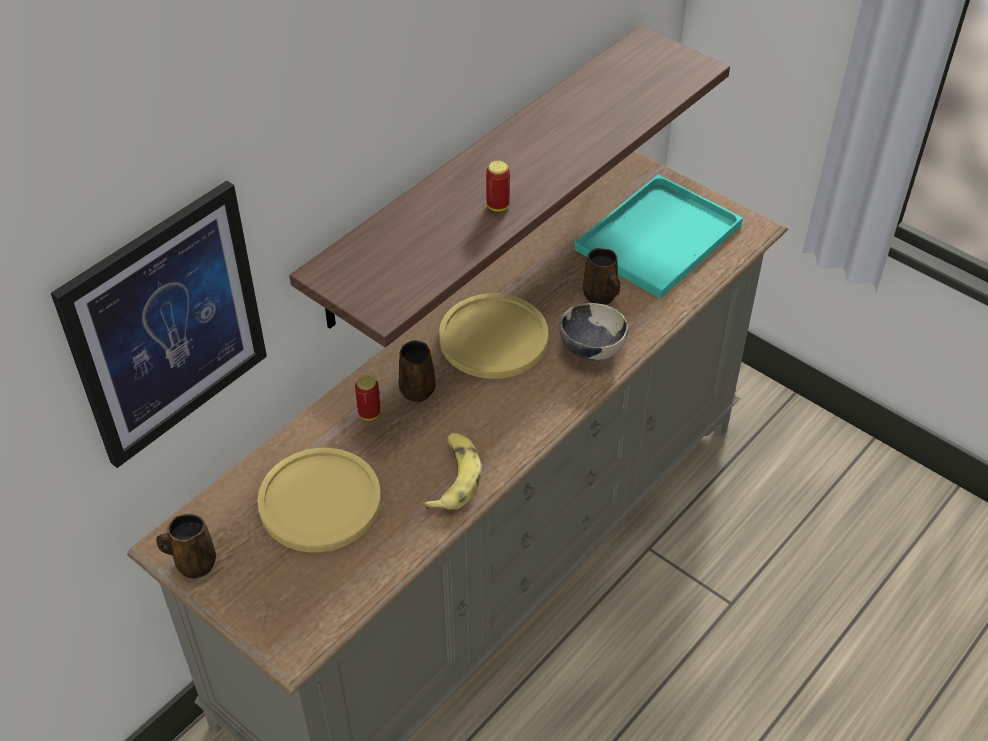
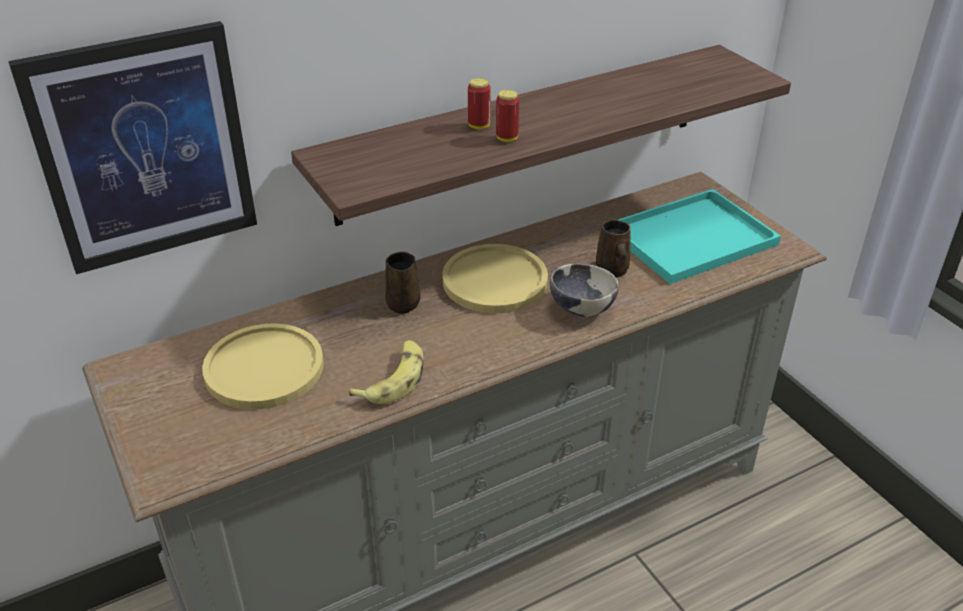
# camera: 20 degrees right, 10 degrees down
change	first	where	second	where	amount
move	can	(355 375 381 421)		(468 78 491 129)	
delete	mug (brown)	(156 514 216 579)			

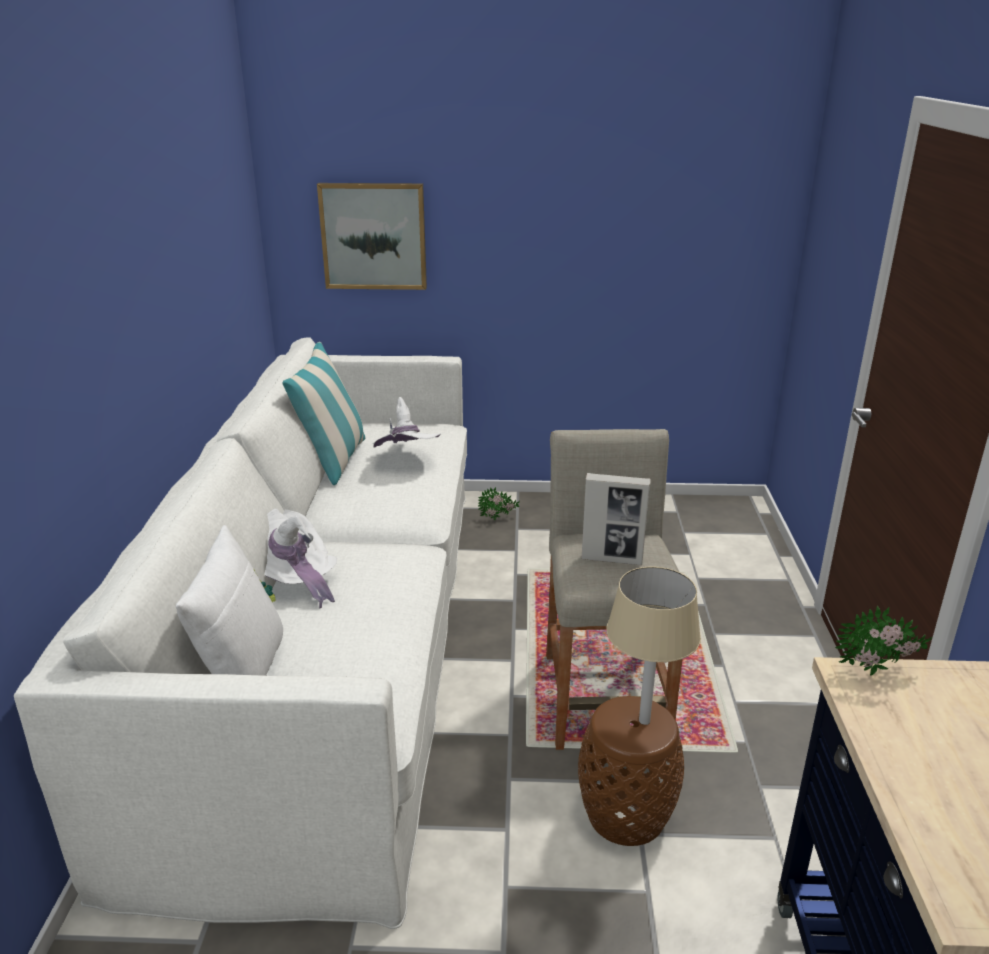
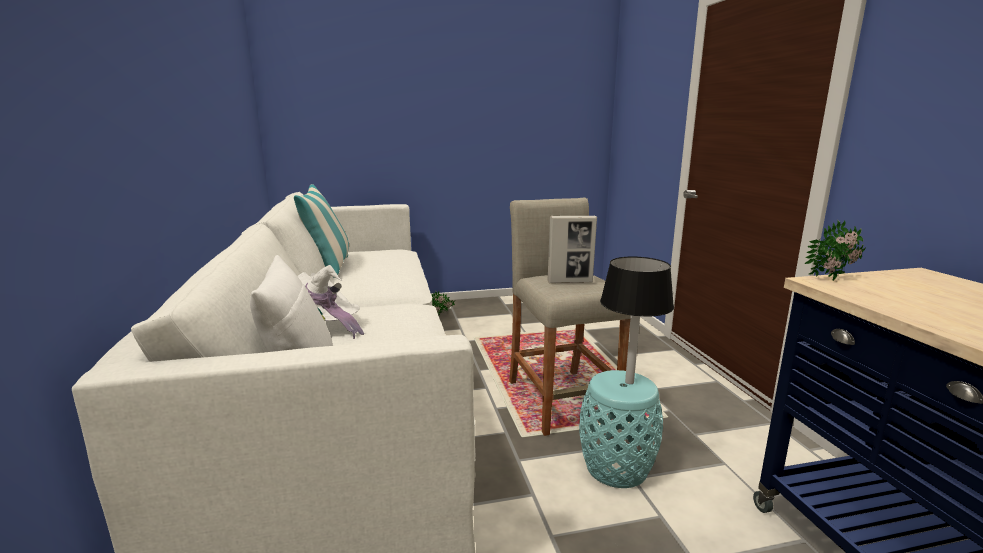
# camera: 15 degrees left, 10 degrees down
change	first	where	second	where	amount
delete	picture	(317 183 427 290)			
delete	hat (white)	(373 397 441 448)			
recolor	table lamp (beige)	(606 567 701 725)	table lamp (black)	(600 257 674 384)	
recolor	stool (brown)	(578 696 684 846)	stool (turquoise)	(579 370 663 488)	

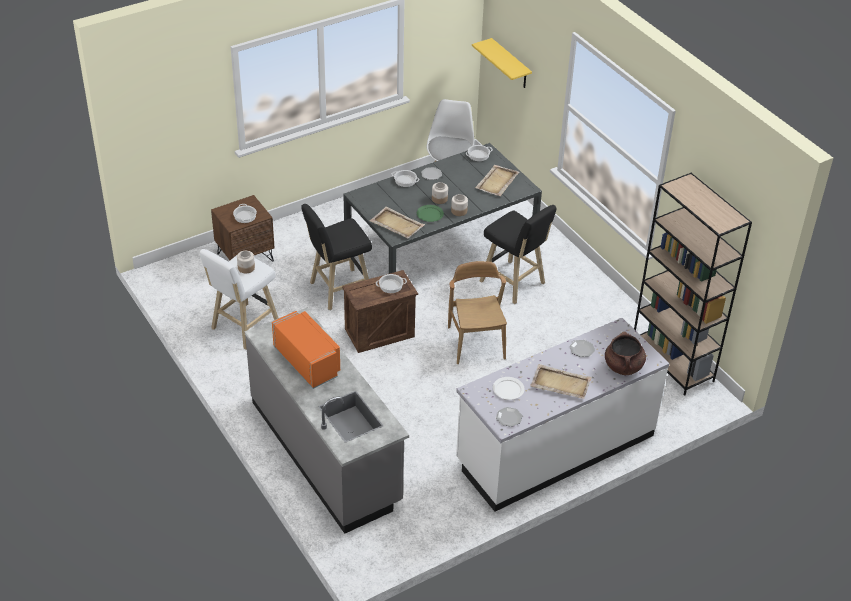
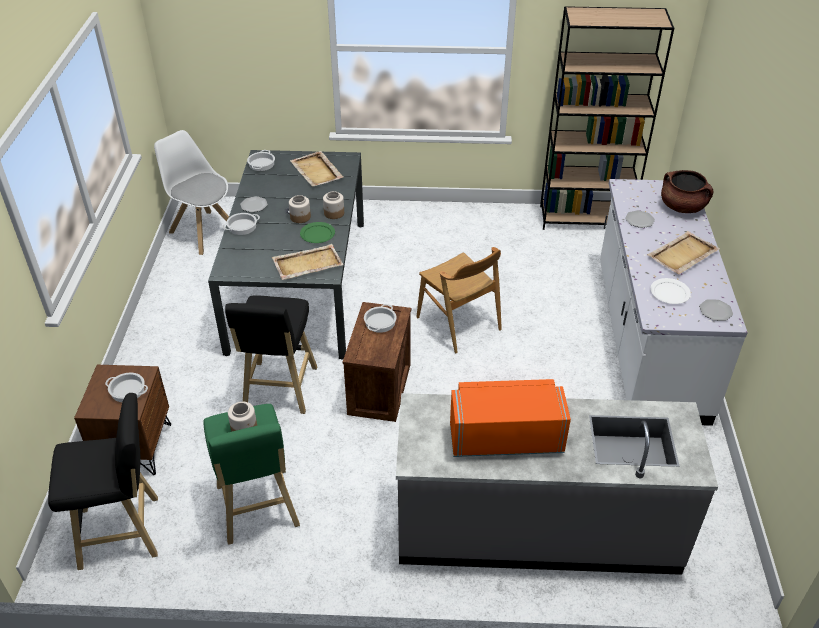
# camera: 55 degrees left, 0 degrees up
change	first	where	second	where	amount
delete	shelf (yellow)	(472 38 532 88)			
move	stool (black)	(480 205 557 304)		(48 393 158 570)	
recolor	stool (white)	(200 249 279 350)	stool (green)	(203 404 300 545)	
rotate	chair (brown)	(448 261 507 364)		(417 247 502 353)	150 degrees counterclockwise

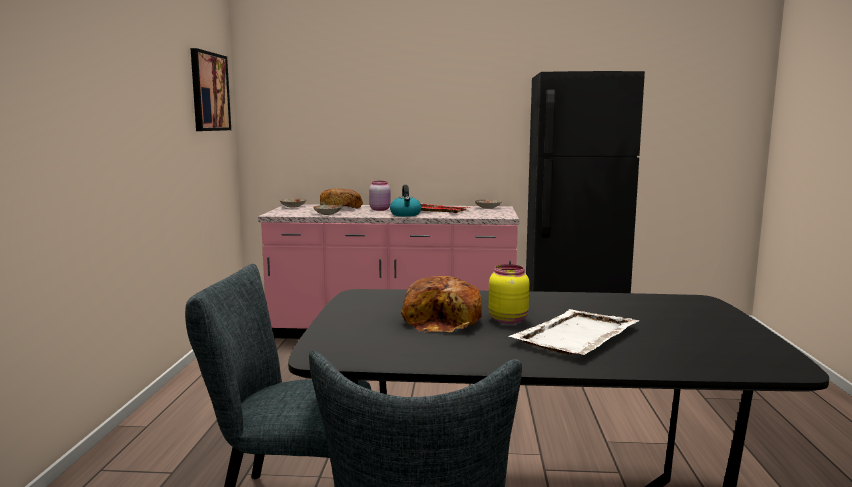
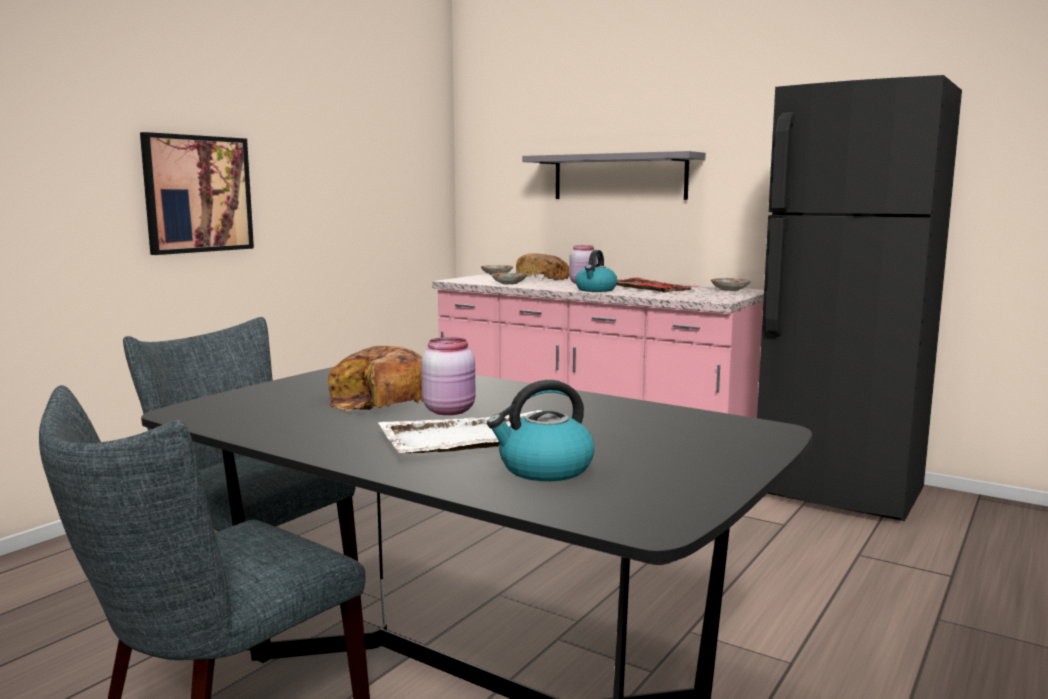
# camera: 30 degrees right, 0 degrees up
change	first	where	second	where	amount
move	picture	(191 48 231 131)		(140 132 254 255)	
recolor	jar (yellow)	(488 264 529 324)	jar (pink)	(421 337 475 415)	
insert			shelf (grey)	(522 151 706 200)	
insert			kettle	(487 380 595 481)	

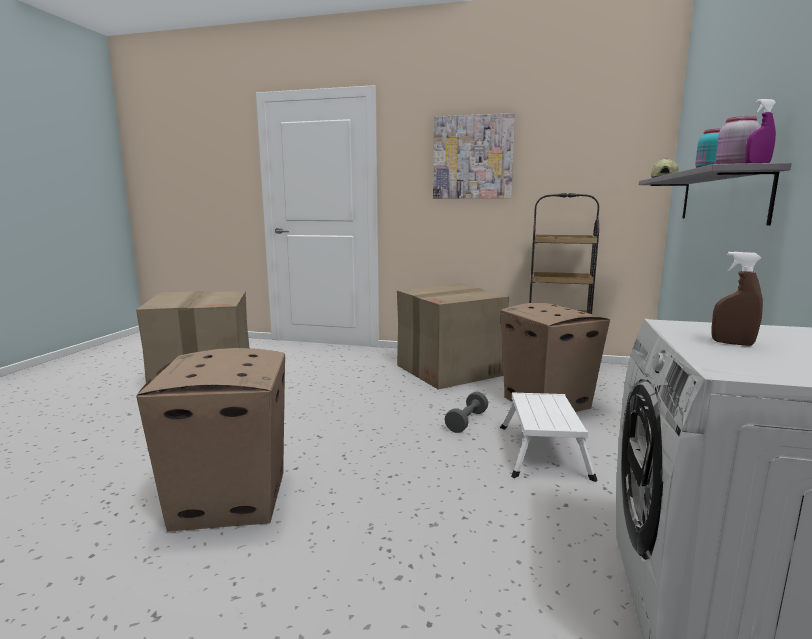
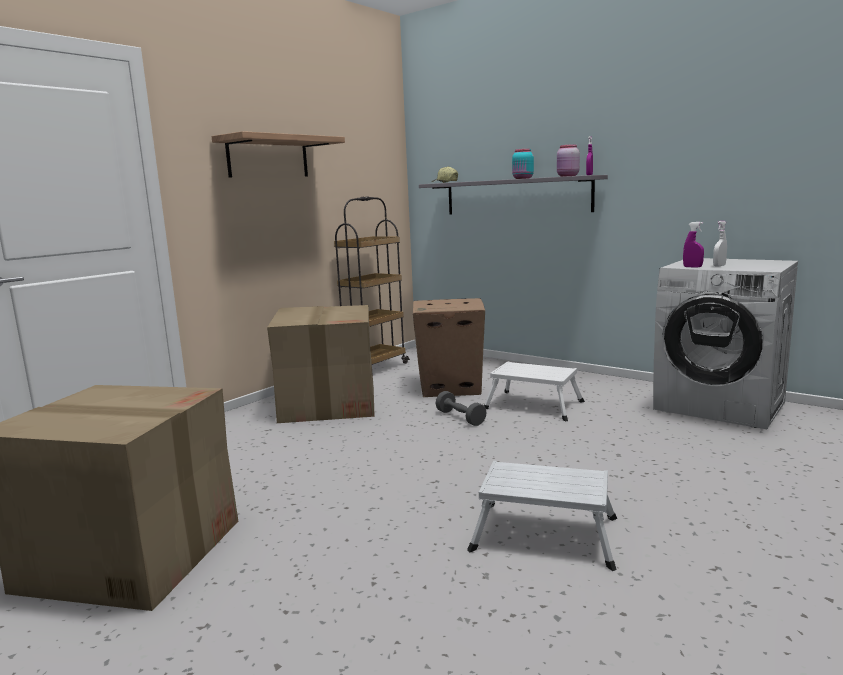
# camera: 65 degrees left, 0 degrees up
change	first	where	second	where	amount
replace	picture	(433 113 515 198)	shelf	(211 131 345 178)	
recolor	spray bottle (brown)	(711 251 763 346)	spray bottle (white)	(713 221 727 266)	
replace	cardboard box	(136 348 285 532)	step ladder (white)	(467 461 617 571)	
insert			spray bottle (purple)	(683 222 704 268)	

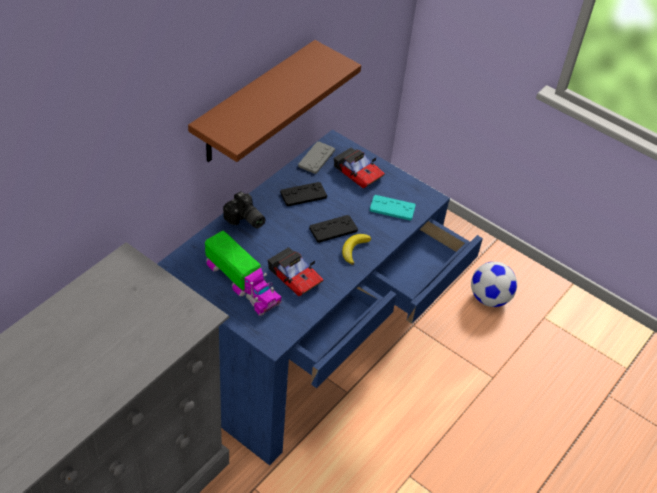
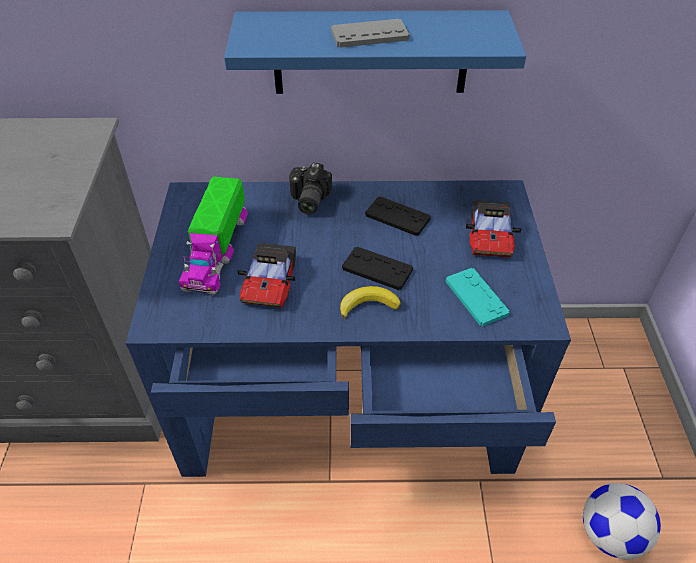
# camera: 55 degrees right, 0 degrees up
change	first	where	second	where	amount
recolor	shelf (brown)	(188 40 361 162)	shelf (blue)	(224 10 526 94)	
move	game controller (grey)	(298 141 335 174)		(331 19 410 48)	

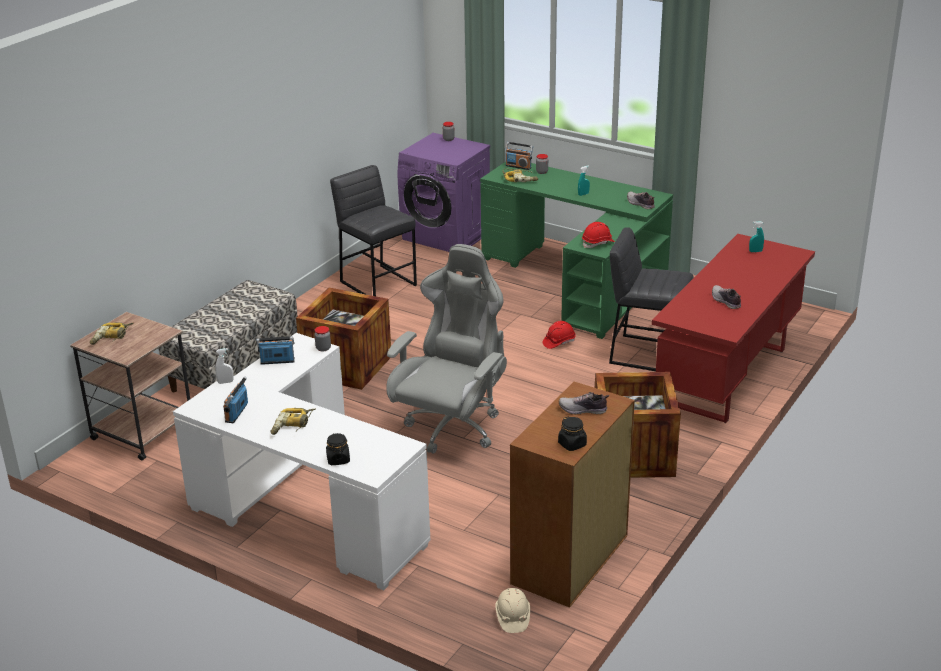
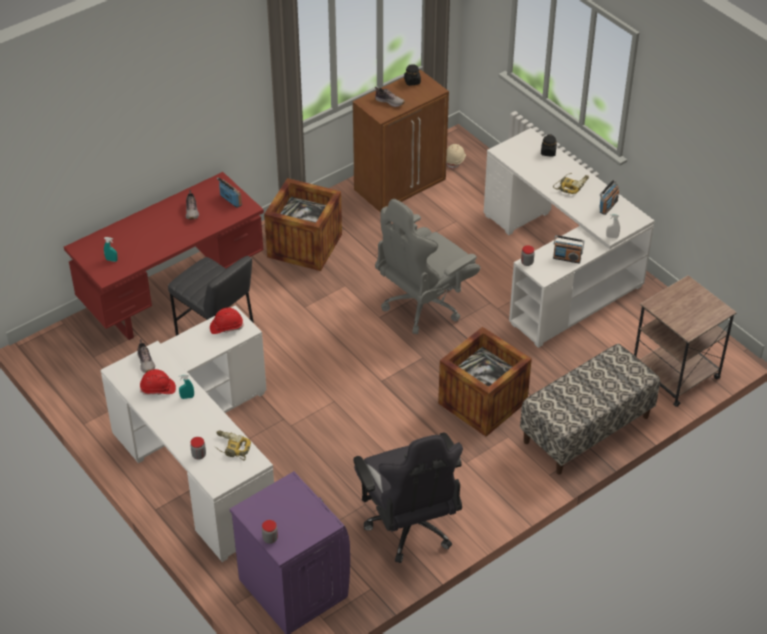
# camera: 160 degrees left, 15 degrees up
change	first	where	second	where	amount
move	radio	(505 142 533 170)		(217 177 242 208)	
recolor	desk (green)	(480 162 673 339)	desk (white)	(100 305 274 562)	
replace	stool (grey)	(330 165 417 296)	office chair (black)	(353 432 463 563)	
move	hard hat (red)	(543 321 576 349)		(140 369 176 395)	
delete	power drill	(90 323 134 345)			

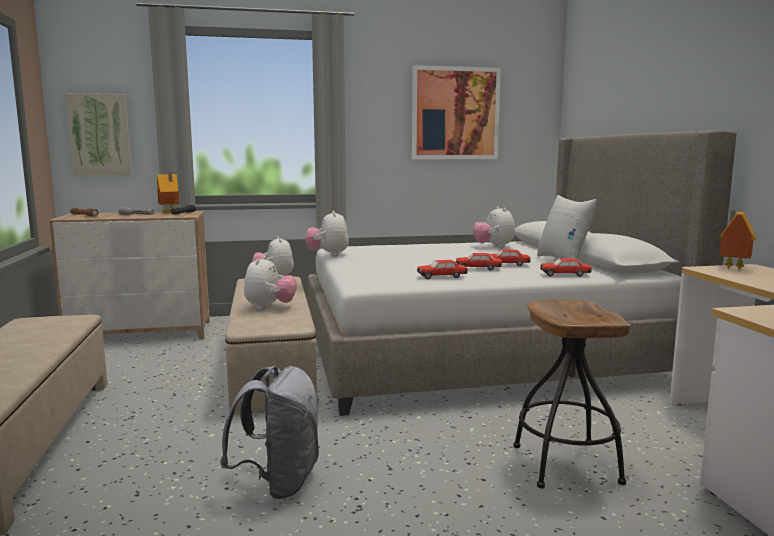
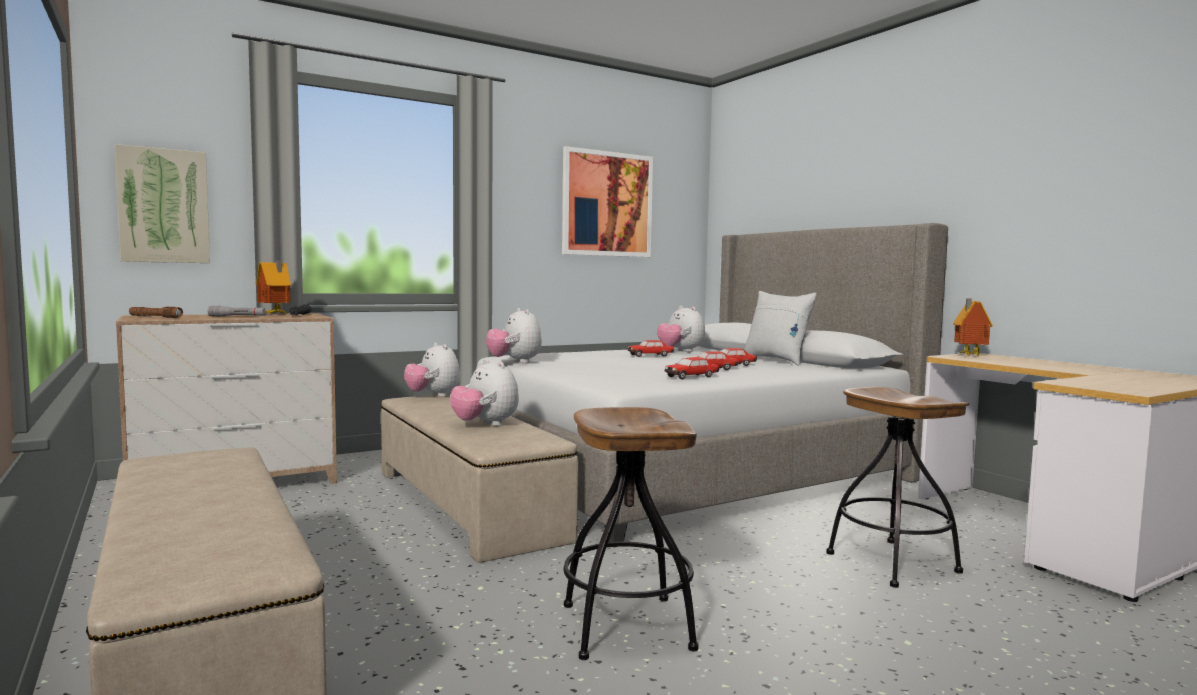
# camera: 20 degrees left, 5 degrees down
change	first	where	second	where	amount
rotate	plush toy	(244 256 297 310)		(450 359 519 426)	150 degrees clockwise
move	toy car	(540 258 592 277)		(627 340 674 357)	
replace	backpack (grey)	(220 366 319 499)	stool (brown)	(564 407 698 660)	

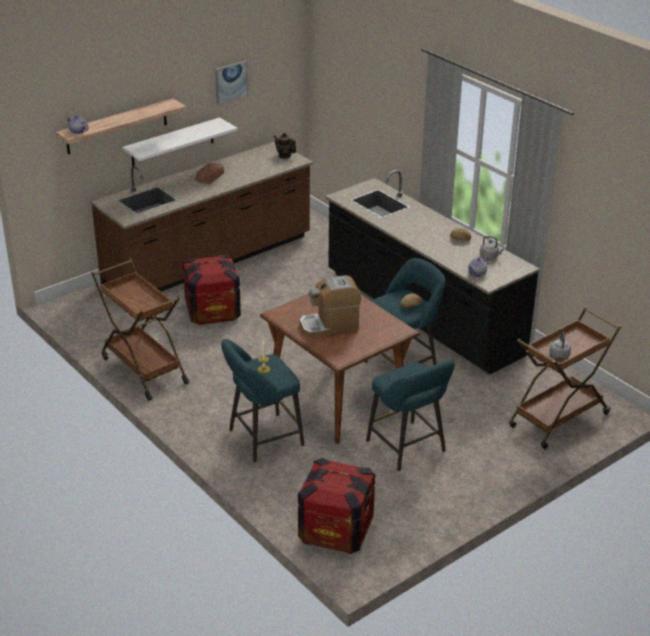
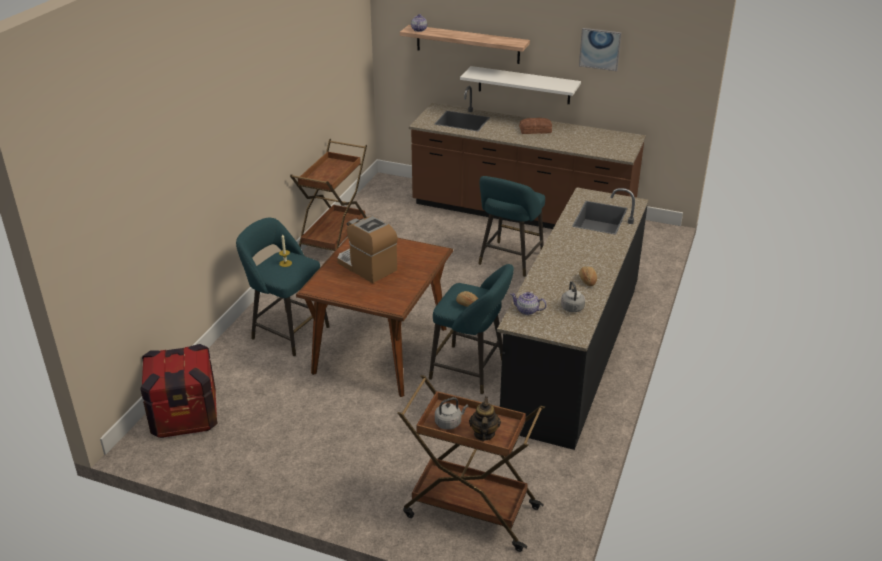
# camera: 60 degrees right, 0 degrees up
change	first	where	second	where	amount
move	teapot	(274 133 296 159)		(469 397 501 441)	
delete	crate	(183 255 241 325)			
move	stool (turquoise)	(366 359 455 471)		(478 176 545 277)	

